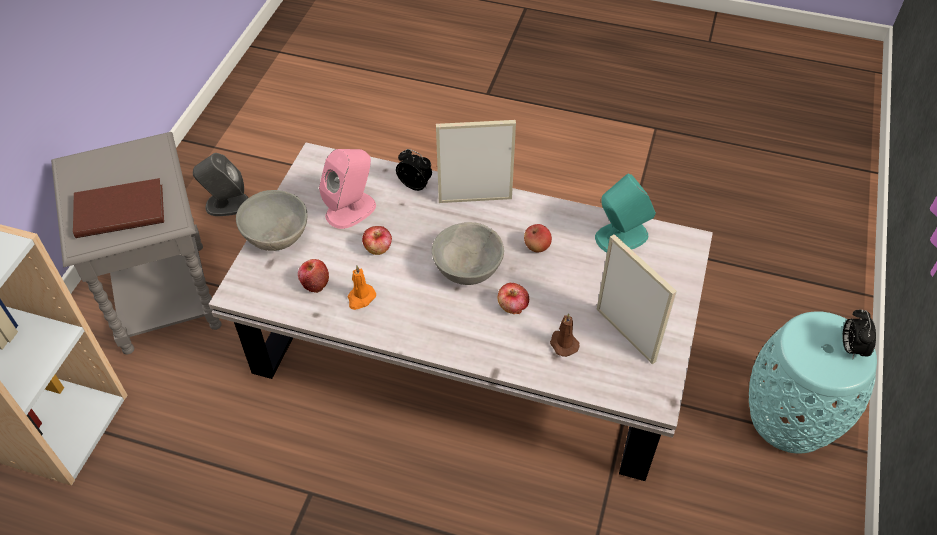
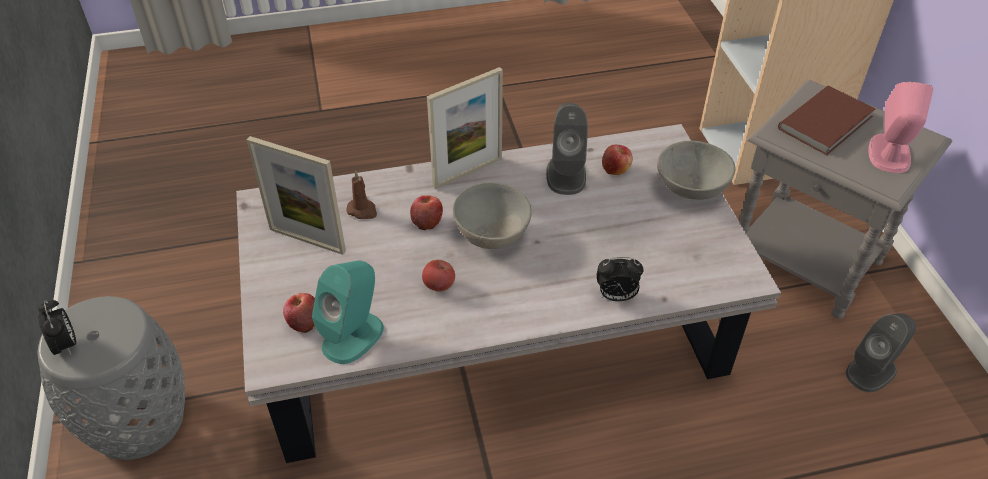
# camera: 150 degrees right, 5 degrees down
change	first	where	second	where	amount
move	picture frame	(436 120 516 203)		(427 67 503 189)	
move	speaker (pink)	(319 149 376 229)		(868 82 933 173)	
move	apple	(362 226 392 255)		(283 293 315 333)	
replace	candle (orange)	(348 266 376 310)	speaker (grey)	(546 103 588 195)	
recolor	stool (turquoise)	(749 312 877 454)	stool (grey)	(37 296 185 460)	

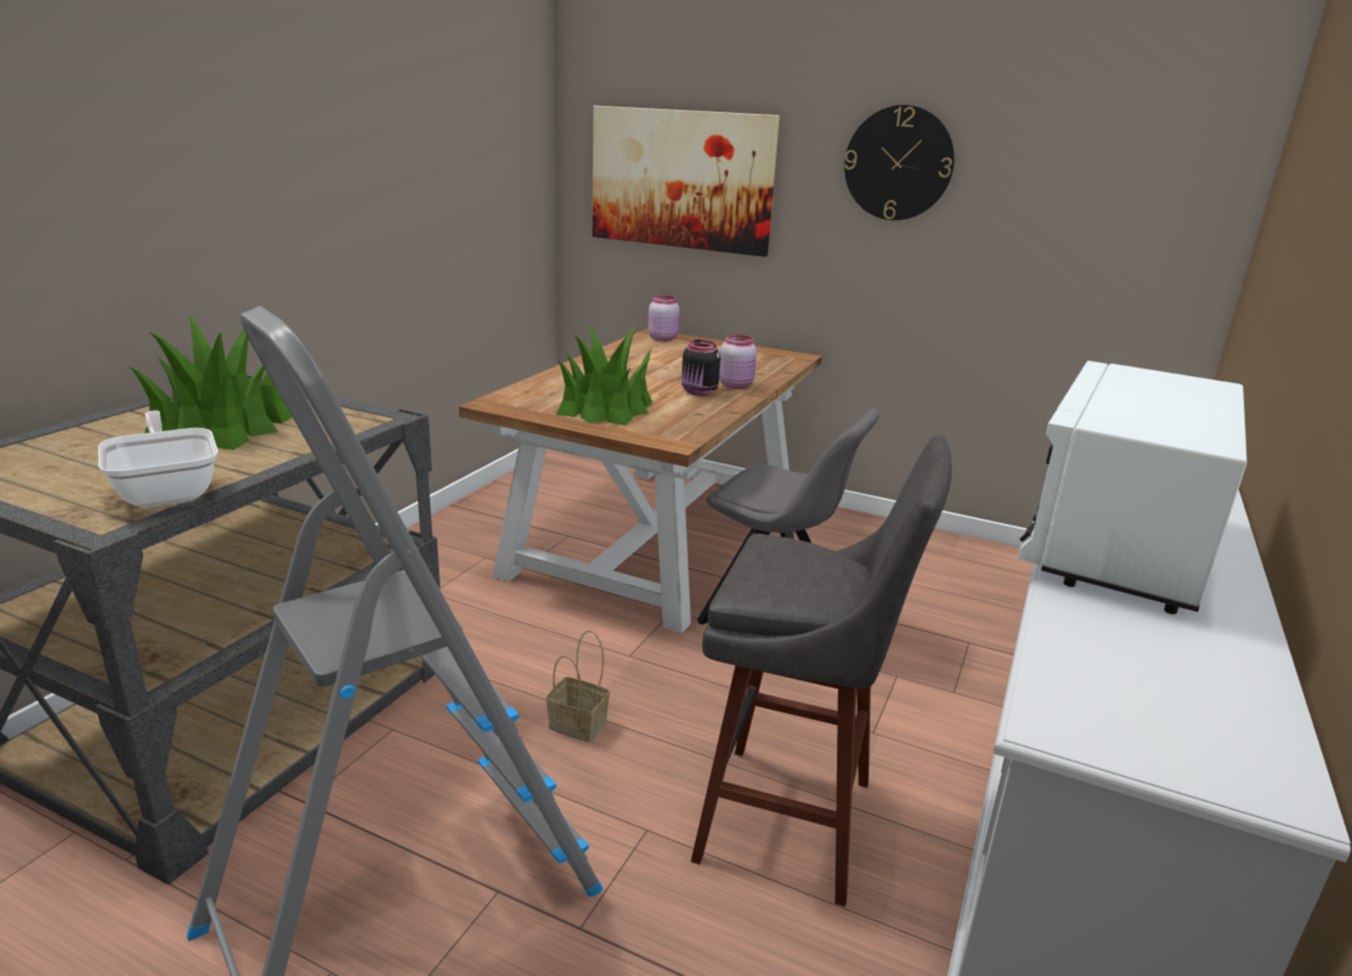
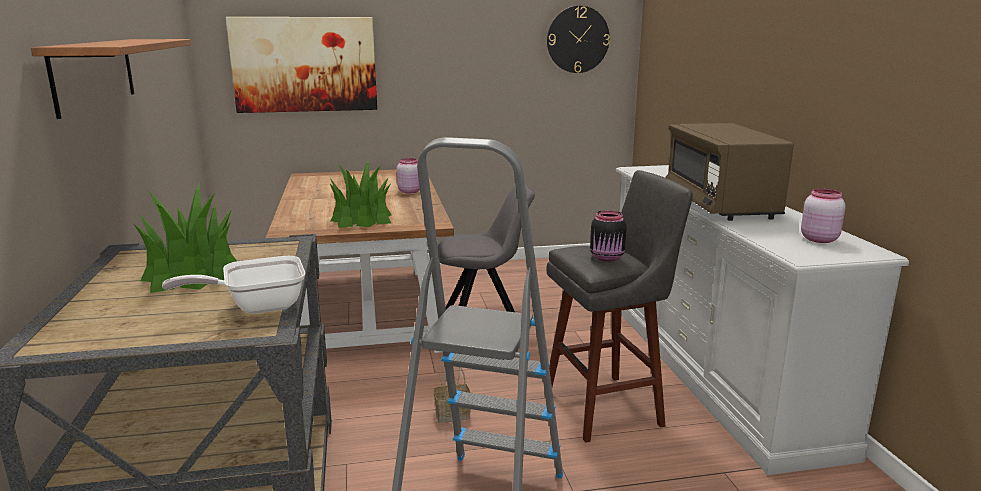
# camera: 35 degrees left, 5 degrees down
change	first	where	second	where	amount
move	wall clock	(844 105 955 220)		(547 6 610 73)	
move	jar (pink)	(648 295 680 341)		(801 189 846 243)	
move	jar (black)	(681 340 720 396)		(590 210 626 262)	
recolor	microwave (white)	(1018 361 1247 614)	microwave (brown)	(665 123 794 221)	
rotate	frying pan	(98 410 218 507)		(162 256 305 314)	45 degrees counterclockwise
insert			shelf	(31 39 191 119)	

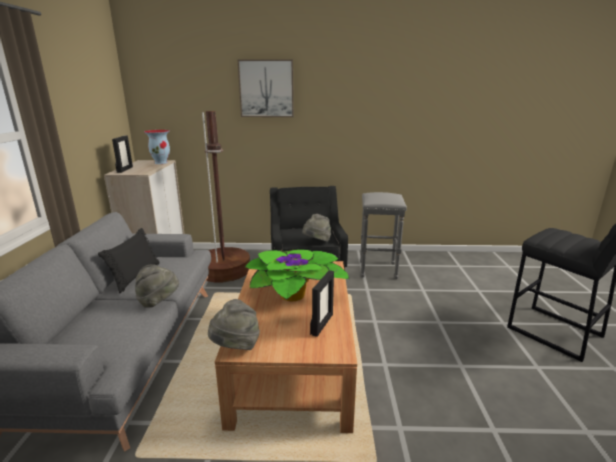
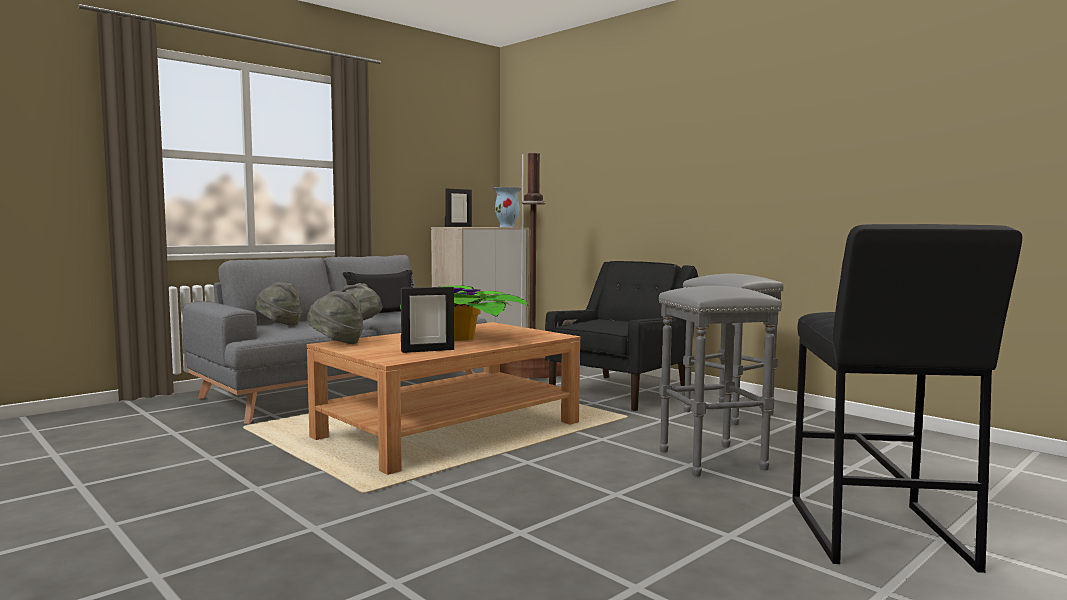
# camera: 45 degrees right, 15 degrees down
change	first	where	second	where	amount
delete	picture	(238 59 294 117)			
move	hat (grey)	(302 214 331 242)		(254 282 302 326)	
insert			stool (grey)	(659 286 782 477)	

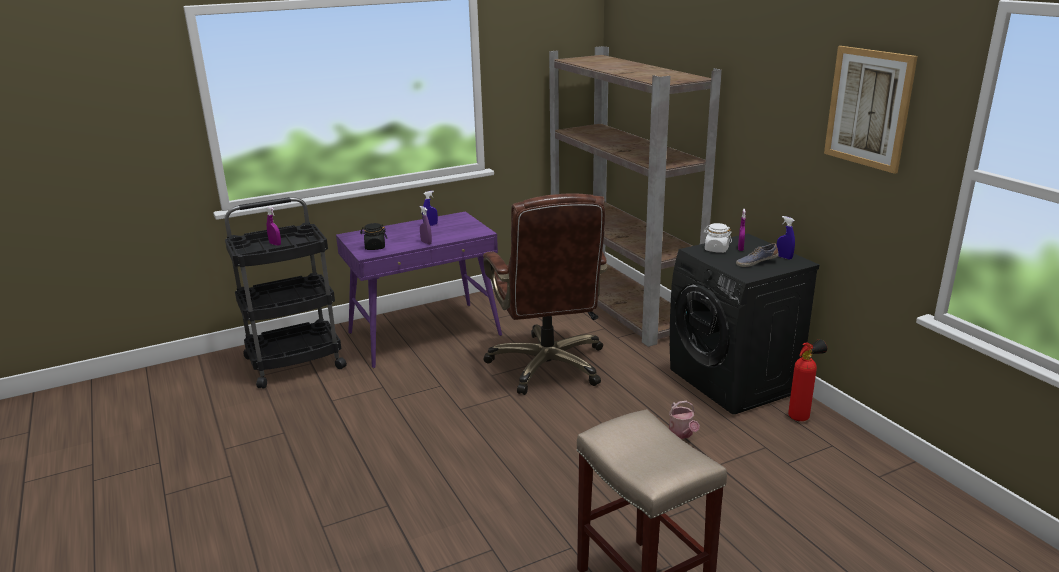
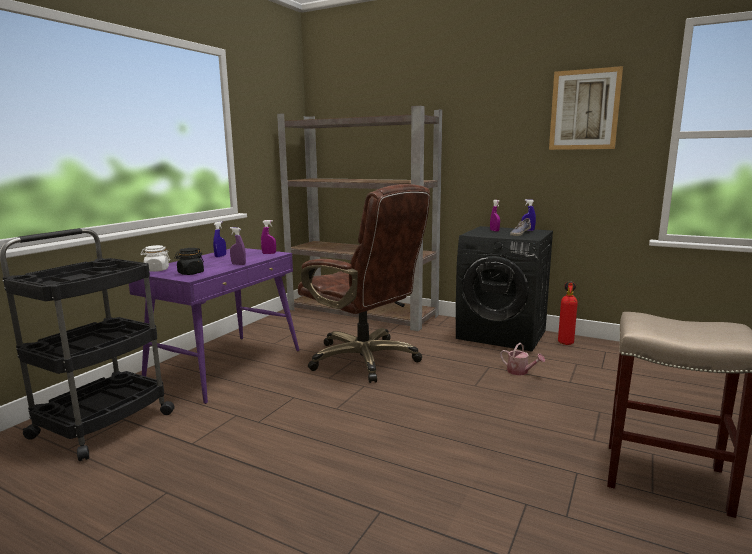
# camera: 35 degrees left, 10 degrees down
change	first	where	second	where	amount
move	spray bottle (purple)	(266 207 281 246)		(261 220 276 254)	
move	jar (white)	(703 223 732 253)		(140 245 170 272)	

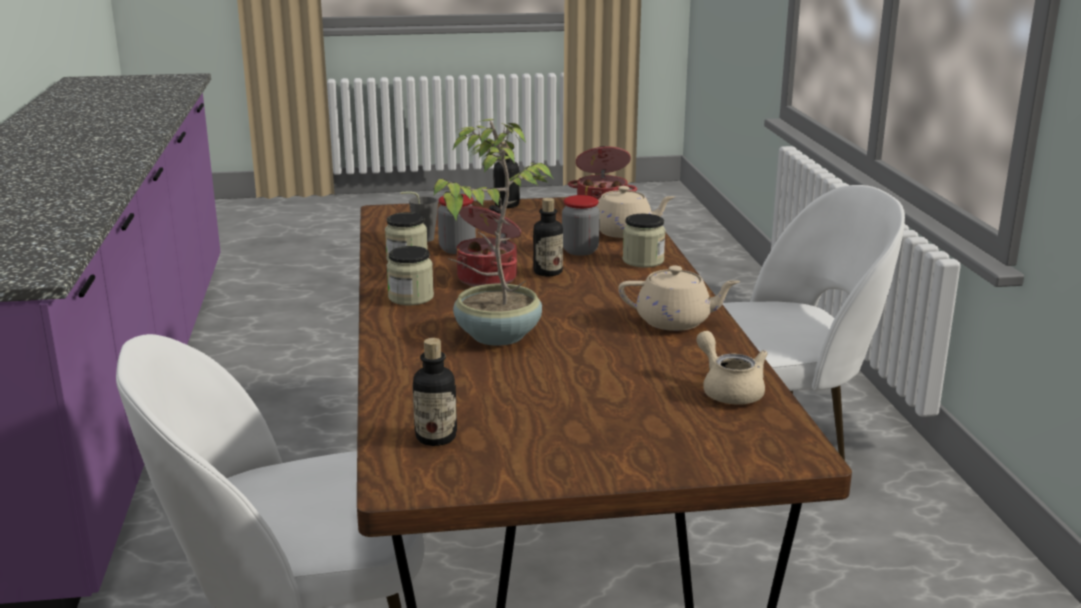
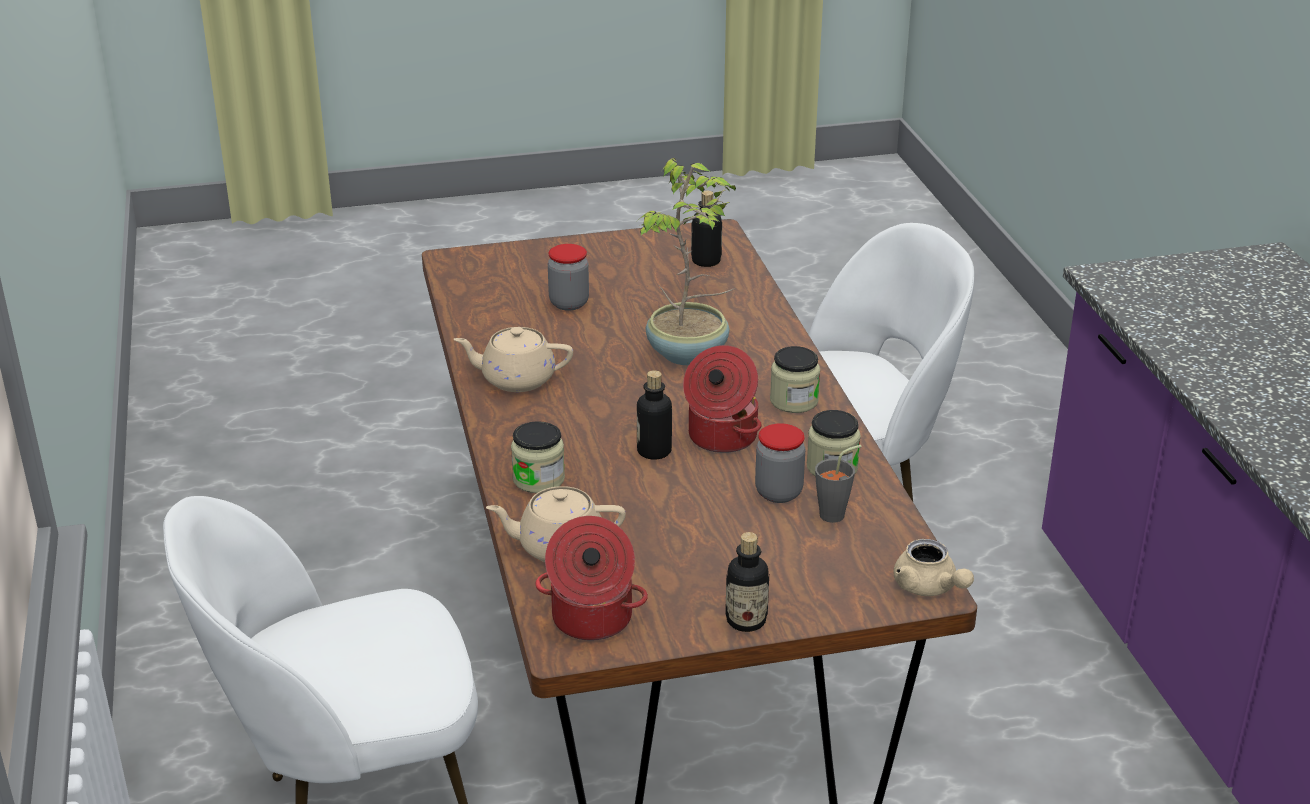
# camera: 175 degrees right, 10 degrees up
change	first	where	second	where	amount
move	jar	(562 195 600 256)		(548 244 589 311)	
move	teapot (beige)	(697 331 768 405)		(894 539 974 596)	

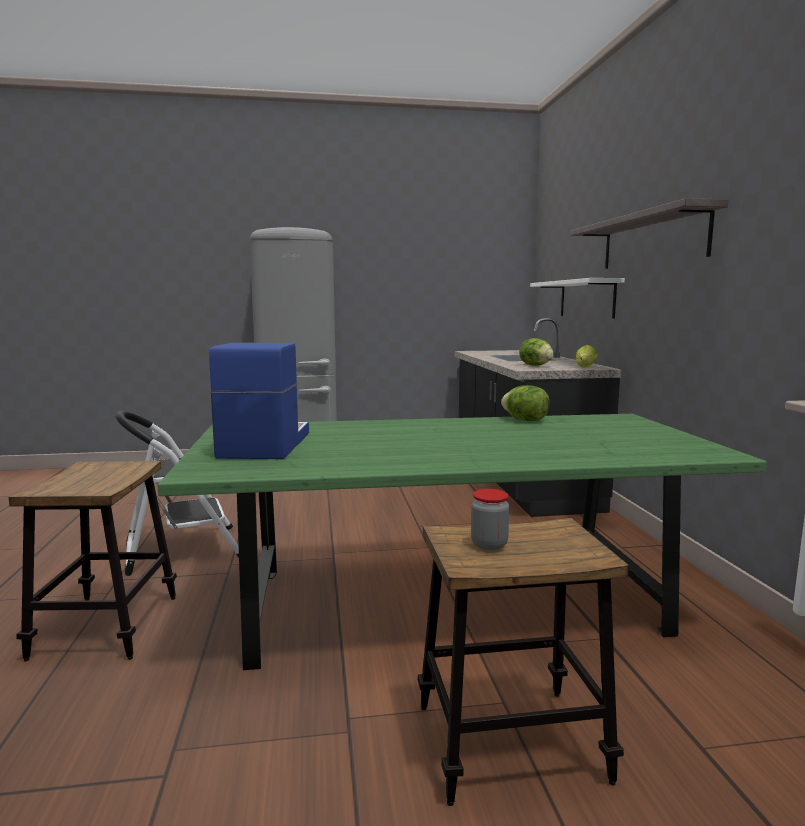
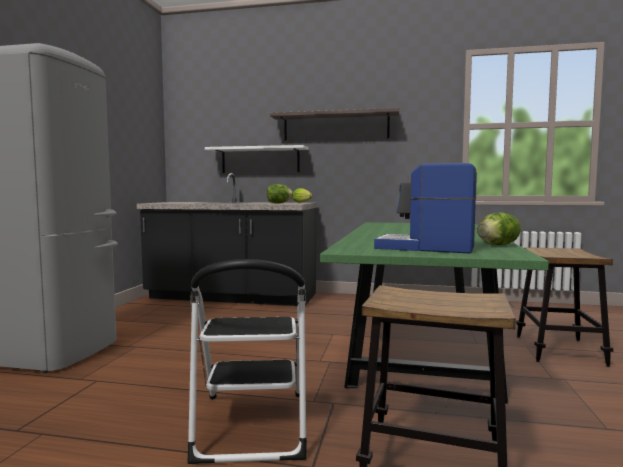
# camera: 70 degrees left, 5 degrees down
change	first	where	second	where	amount
move	lettuce	(501 385 549 421)		(477 212 521 246)	
delete	jar	(471 489 509 550)			

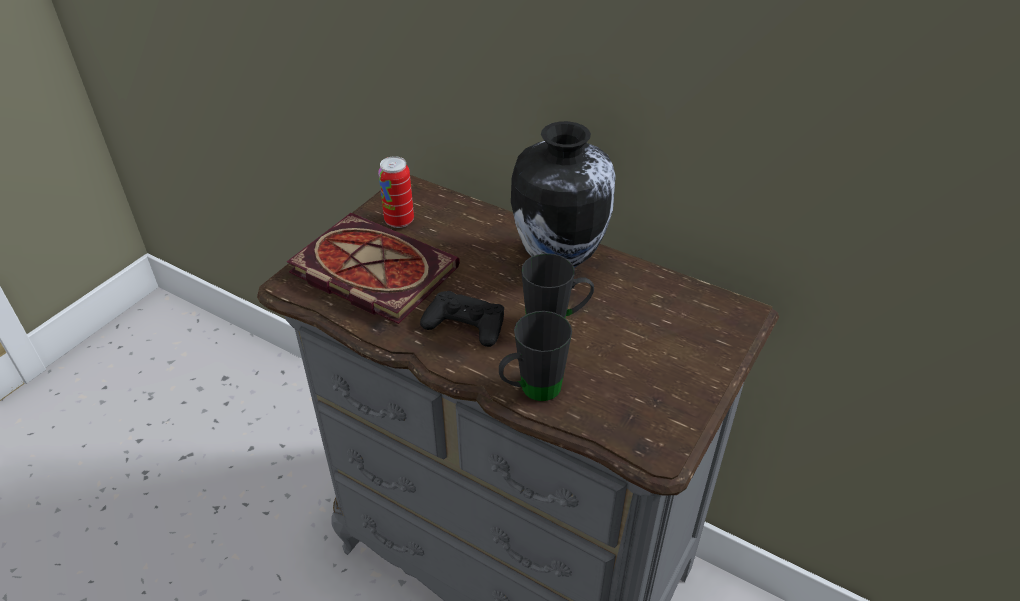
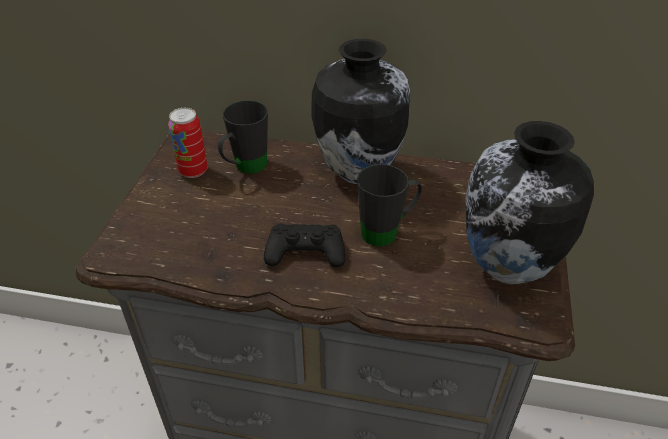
# camera: 20 degrees left, 0 degrees up
change	first	where	second	where	amount
delete	book	(287 213 460 324)			
move	mug (black)	(499 311 572 401)		(218 100 268 174)	
insert			vase	(465 121 594 284)	

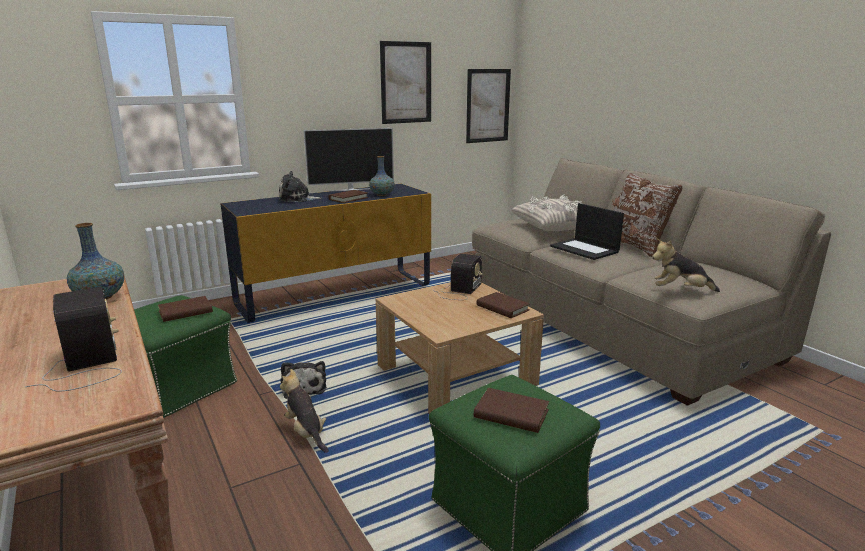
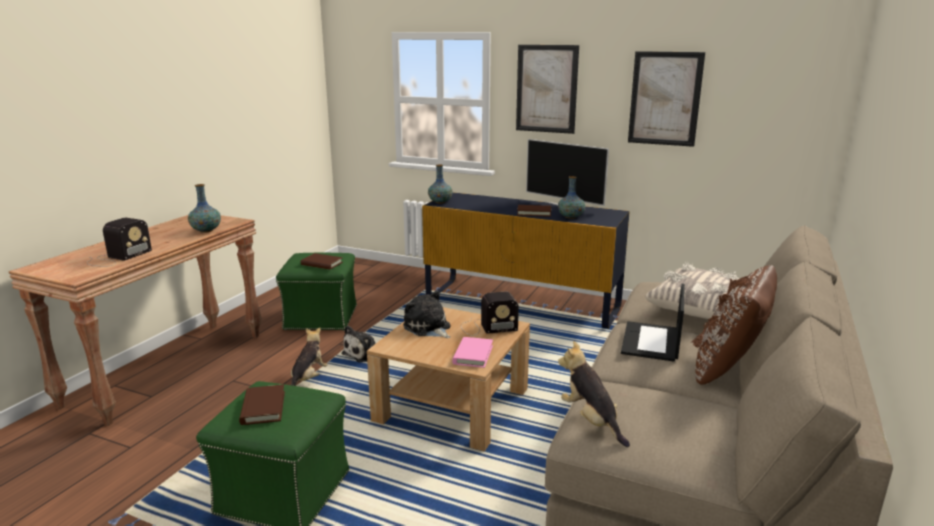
# camera: 55 degrees right, 0 degrees up
change	first	where	second	where	amount
move	picture	(466 69 511 143)		(516 45 579 134)	
move	plush toy	(279 171 322 202)		(403 290 451 338)	
recolor	book (brown)	(476 292 530 318)	book (pink)	(452 337 493 368)	
insert			vase	(428 164 453 203)	

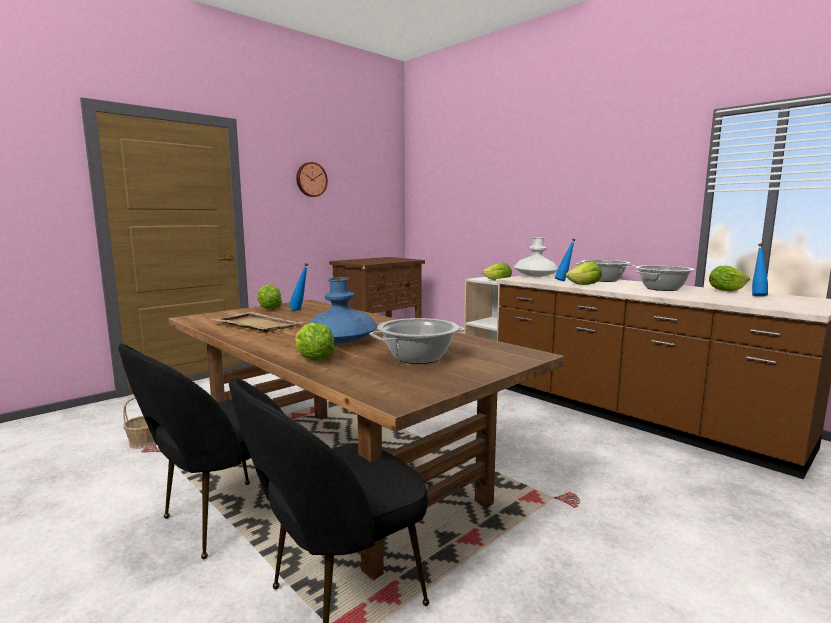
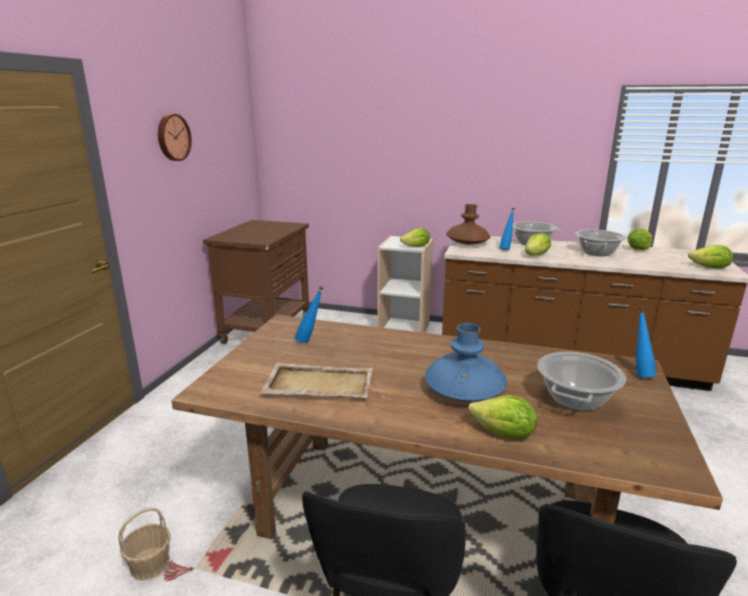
# camera: 30 degrees left, 10 degrees up
change	first	where	second	where	amount
recolor	vase (white)	(514 237 558 277)	vase (brown)	(446 204 490 245)	
move	bottle (blue)	(752 244 768 296)		(636 307 656 377)	
move	lettuce	(257 285 282 310)		(688 245 733 269)	

